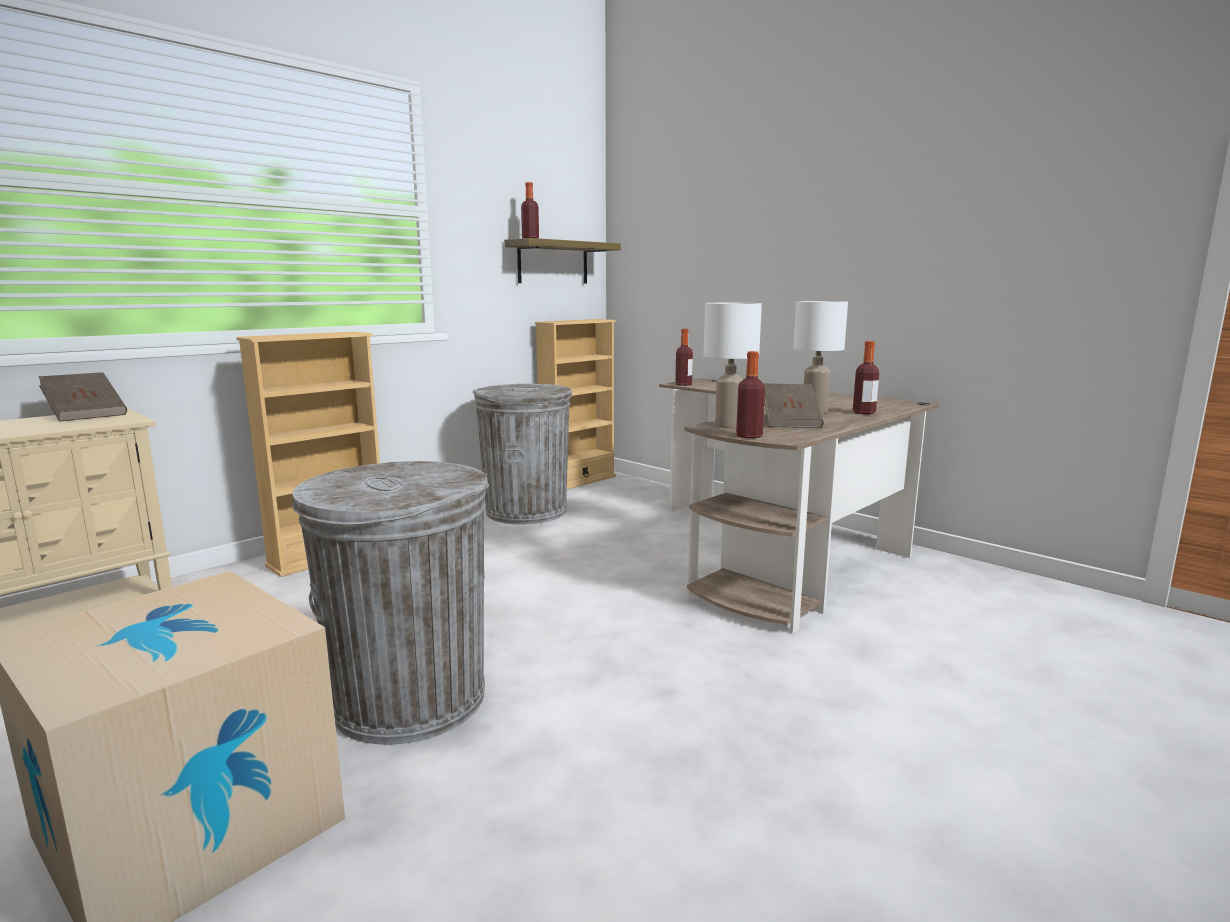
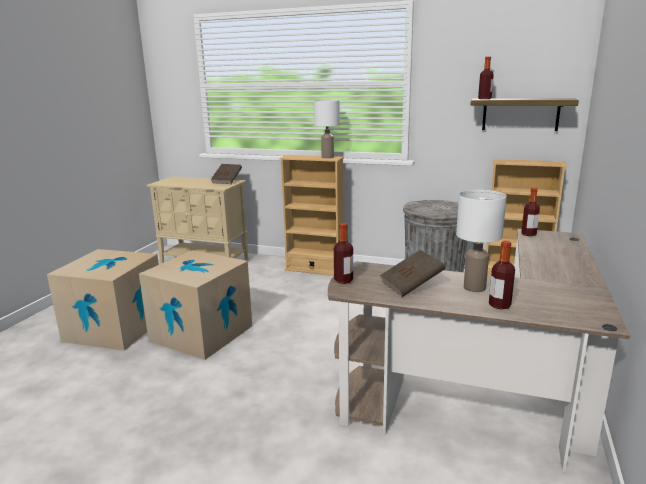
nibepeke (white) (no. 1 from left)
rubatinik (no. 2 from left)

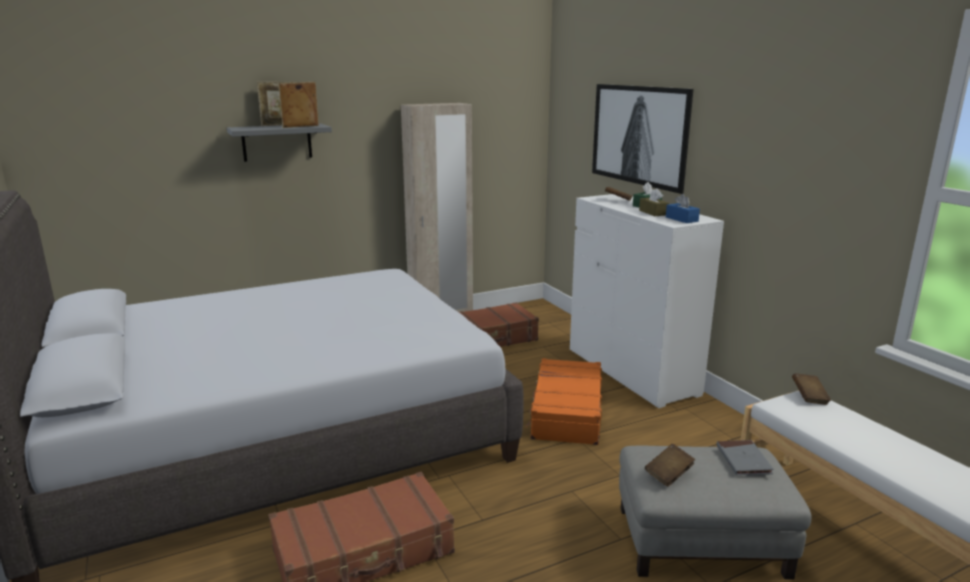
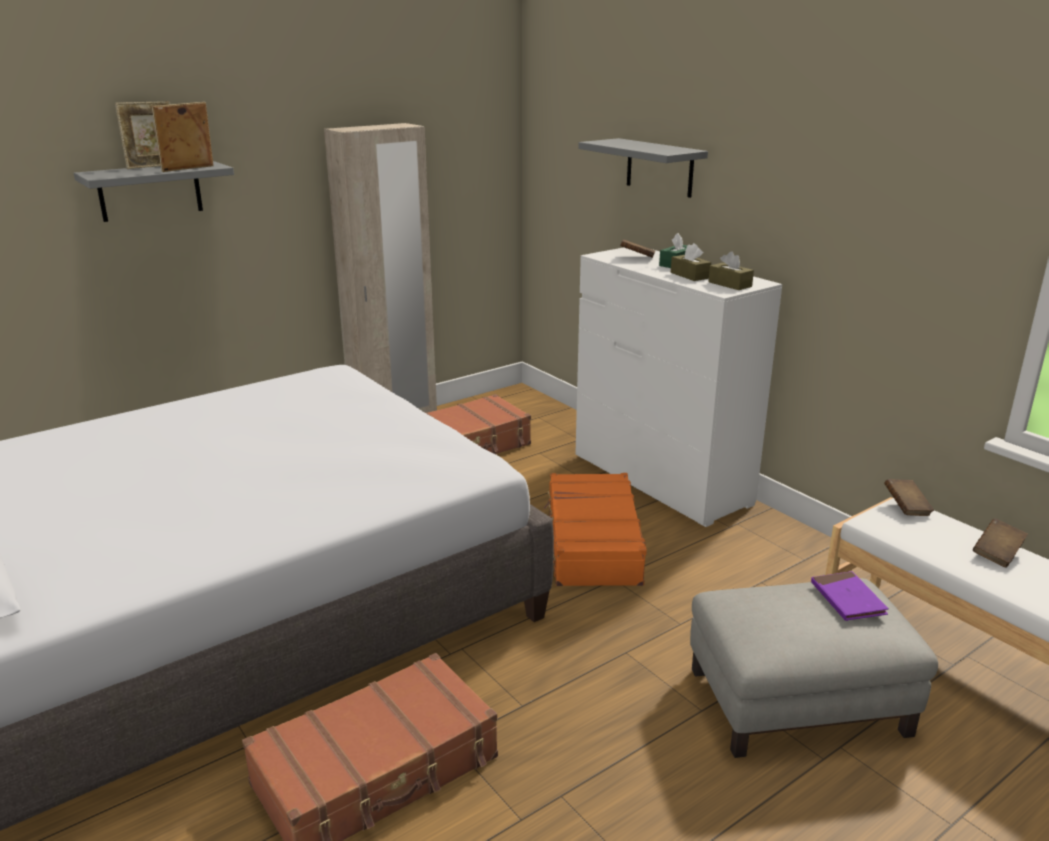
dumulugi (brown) (no. 3 from left)
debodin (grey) (no. 2 from left)
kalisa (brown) (no. 2 from left)
dumulugi (purple)

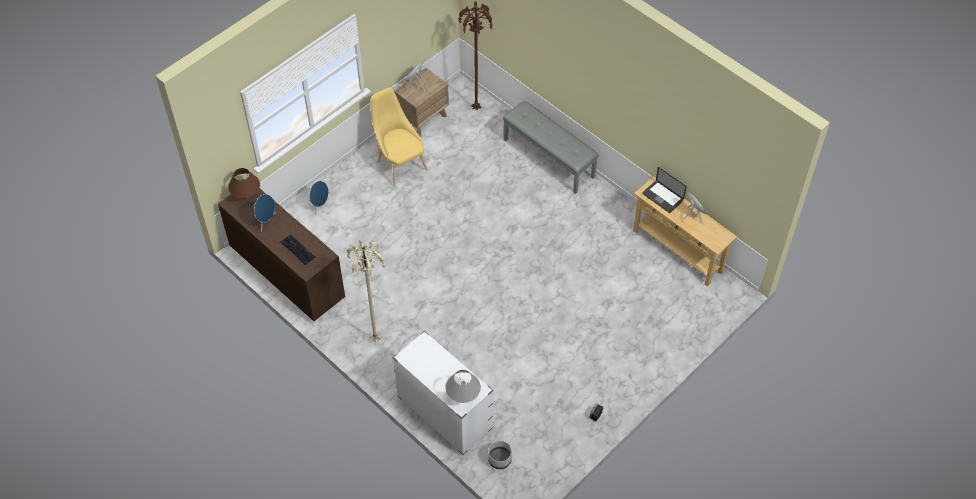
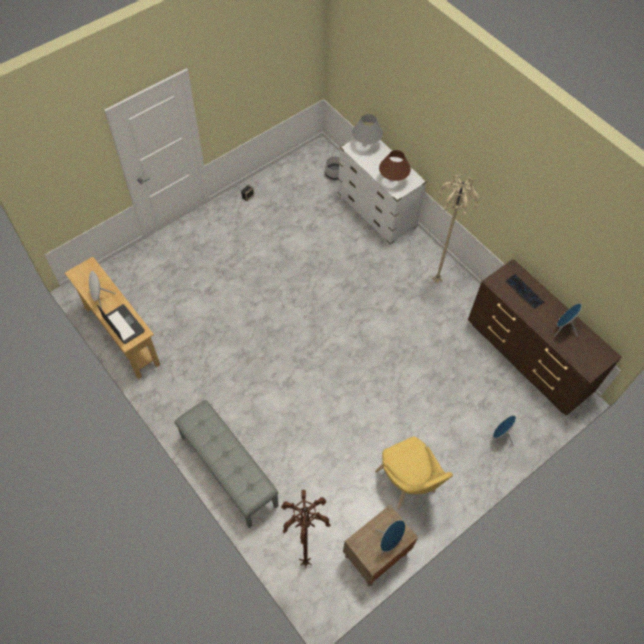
nibepeke (brown)

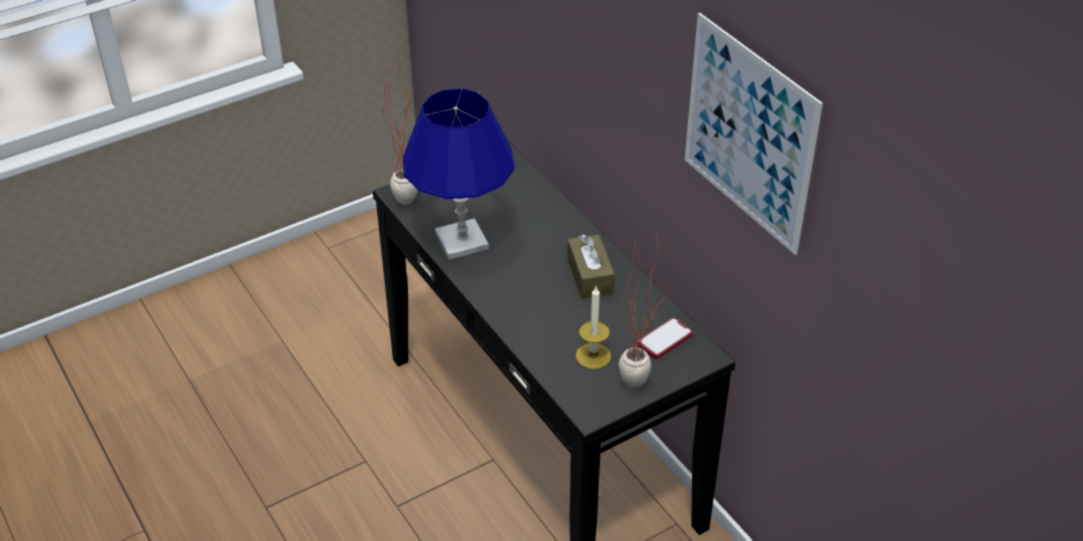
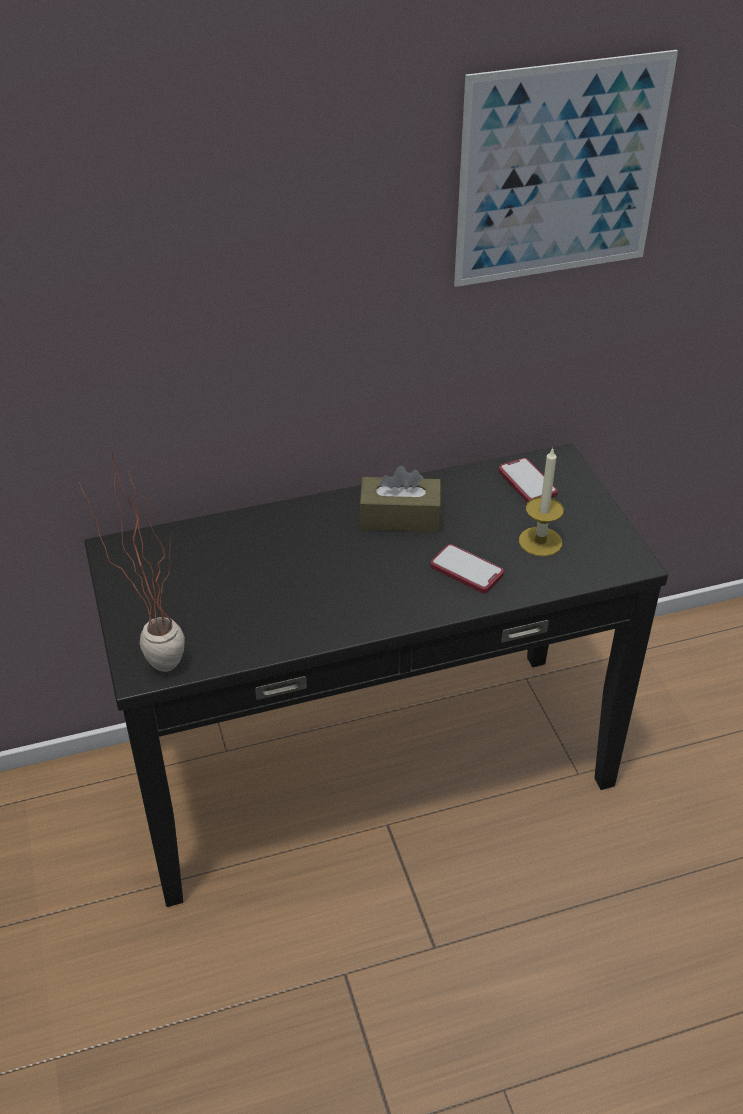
nibepeke (blue)
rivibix (no. 2 from left in the first image)
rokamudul (no. 1 from left)

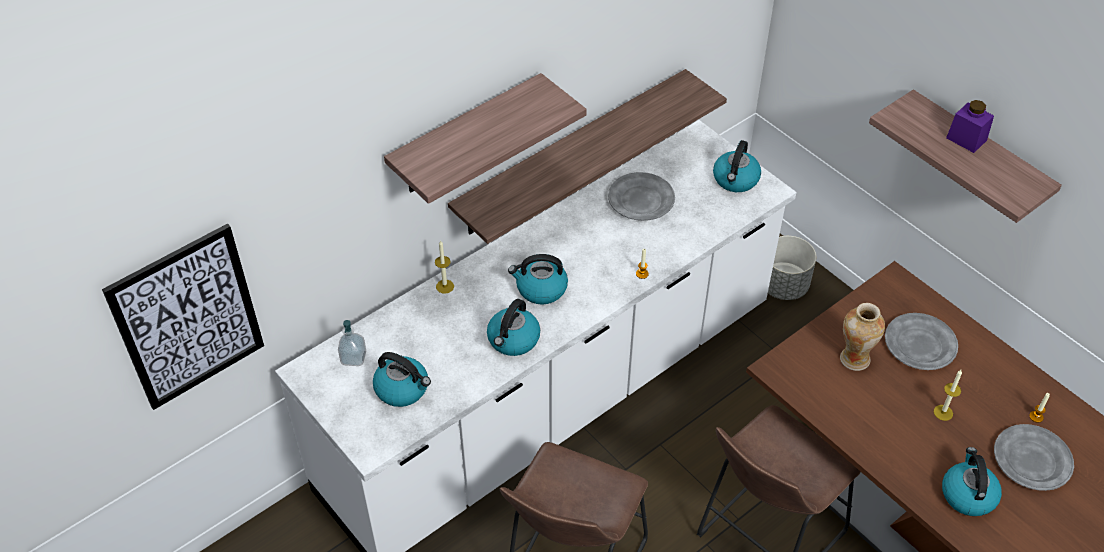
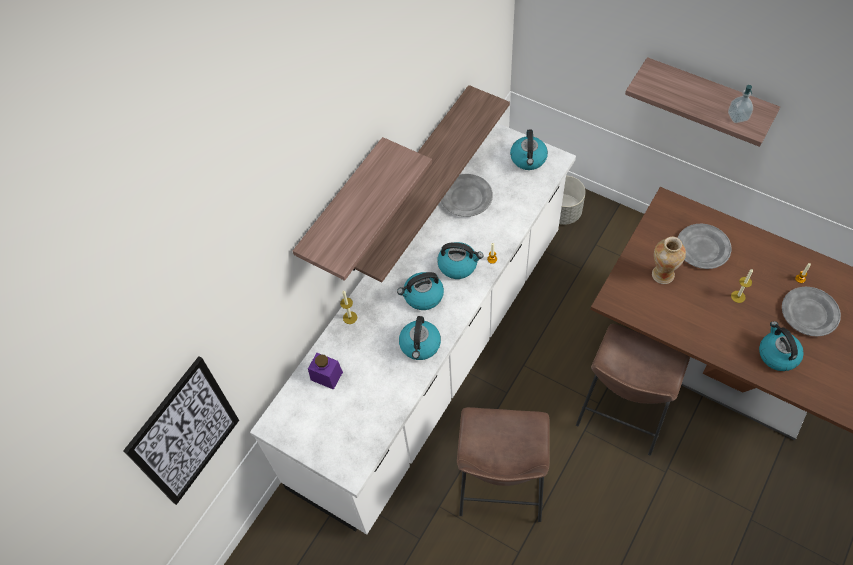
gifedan
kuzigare (no. 3 from left)
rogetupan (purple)

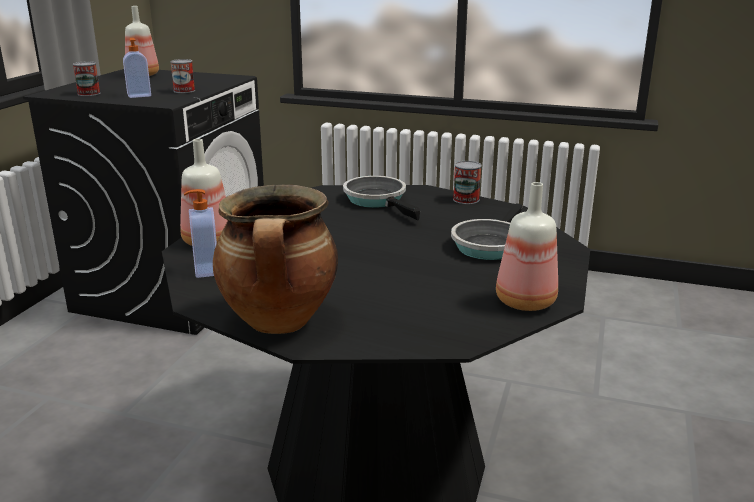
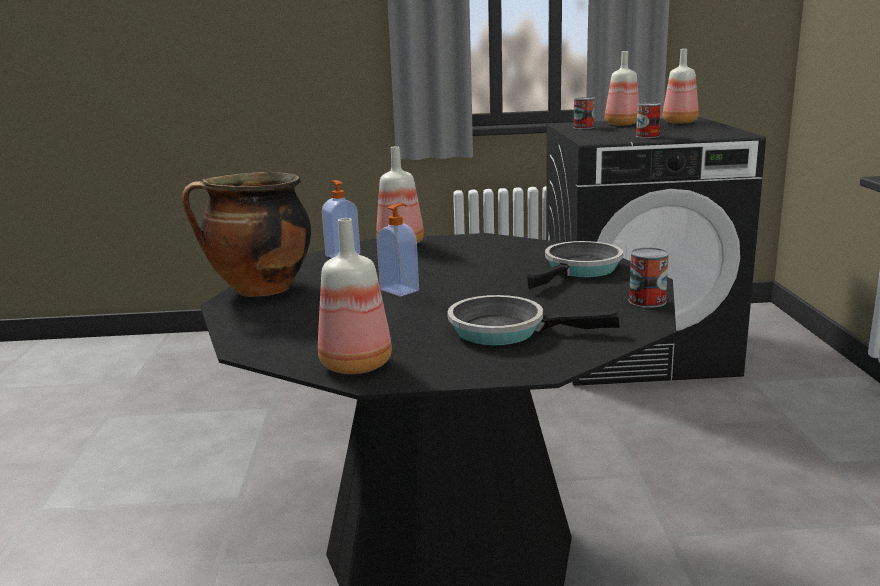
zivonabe (no. 3 from left)
gifedan (no. 2 from left)

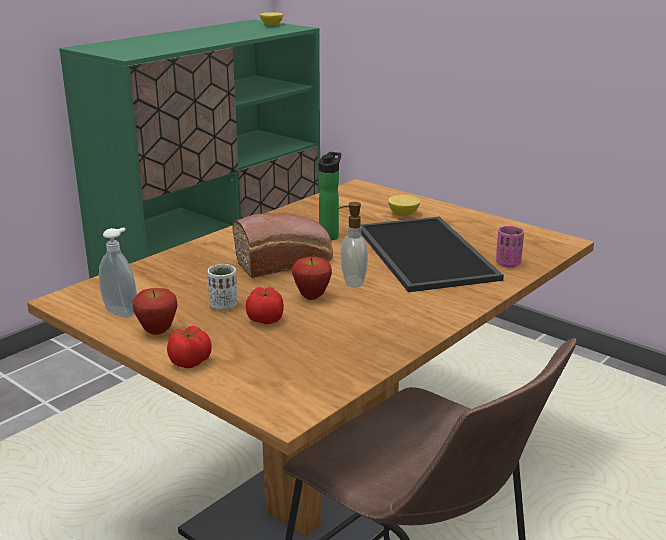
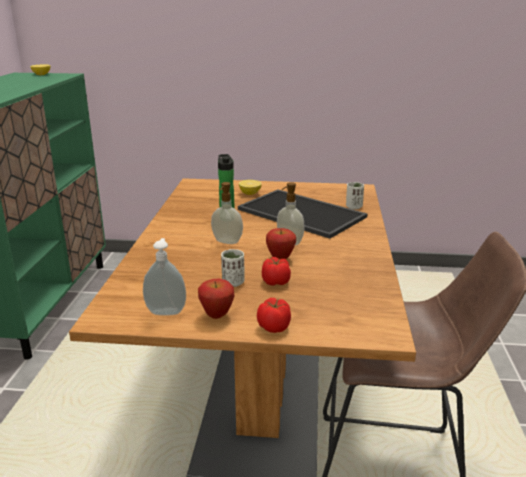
gifedan (no. 2 from left)
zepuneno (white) (no. 2 from left)

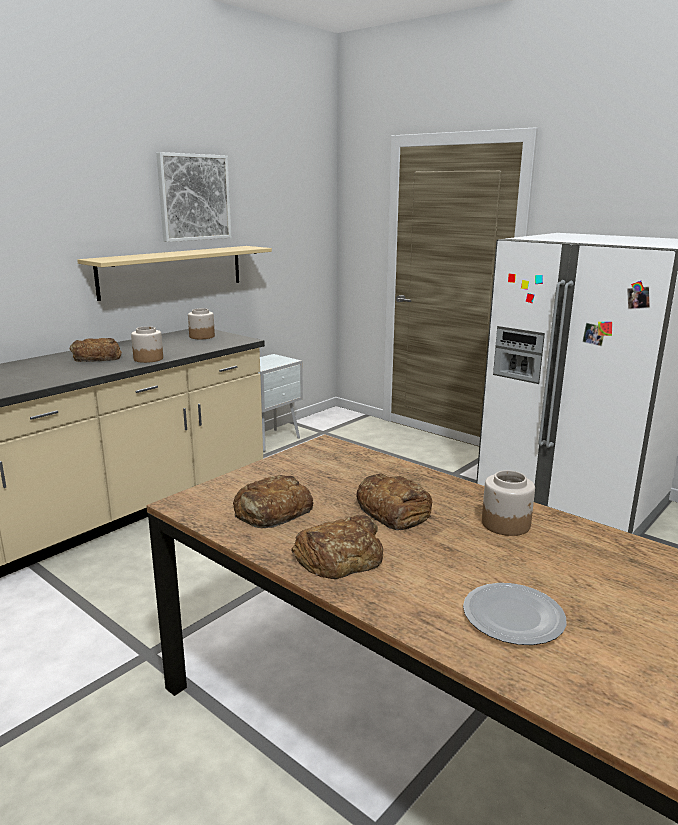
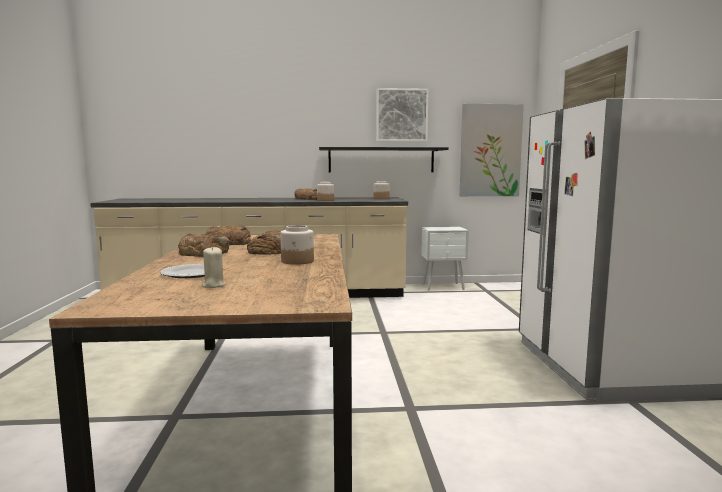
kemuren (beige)
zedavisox (no. 2 from left)
debodin (black)

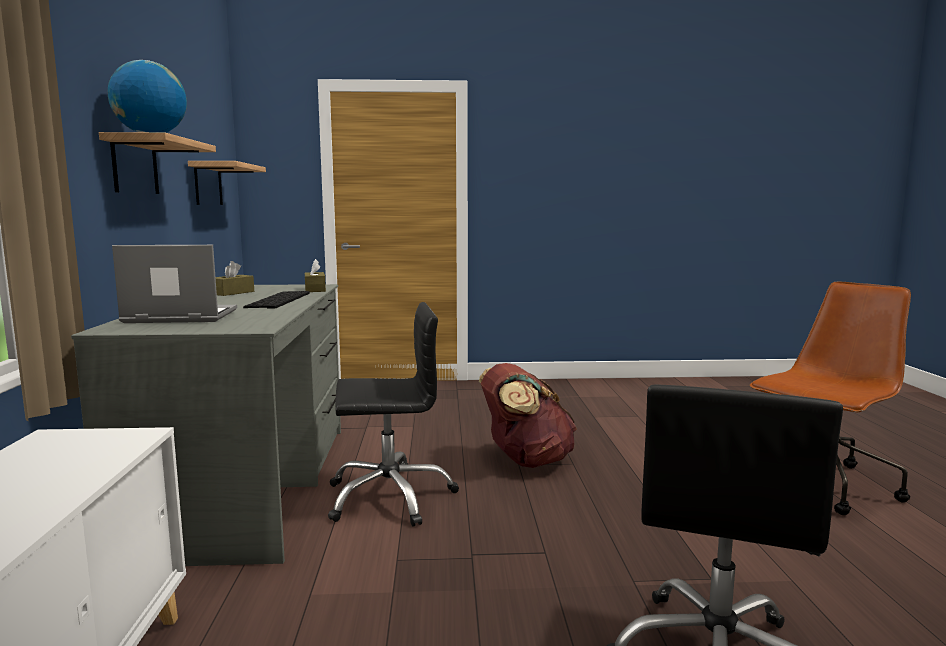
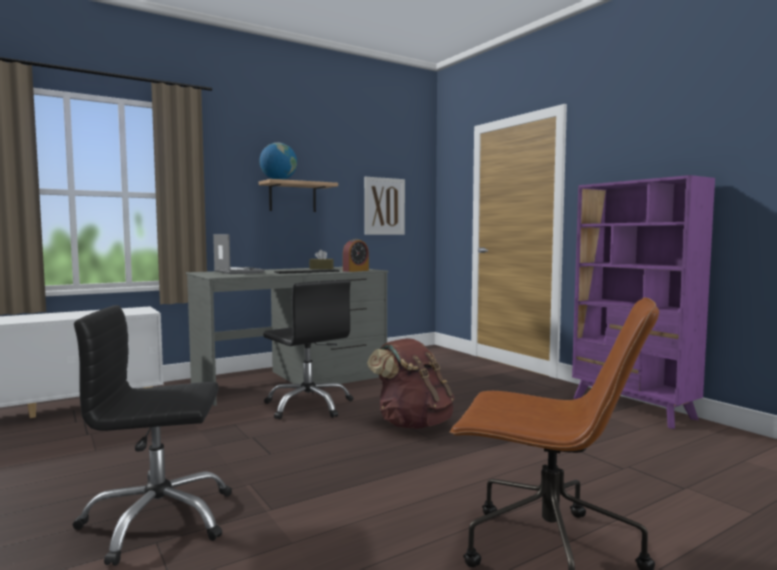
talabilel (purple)
zedavisox
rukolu

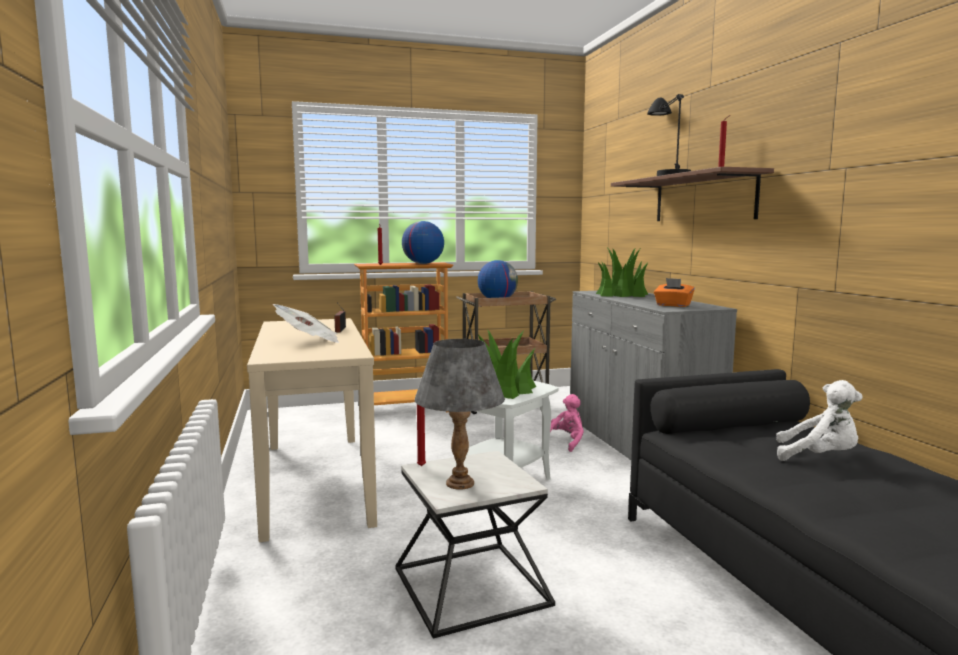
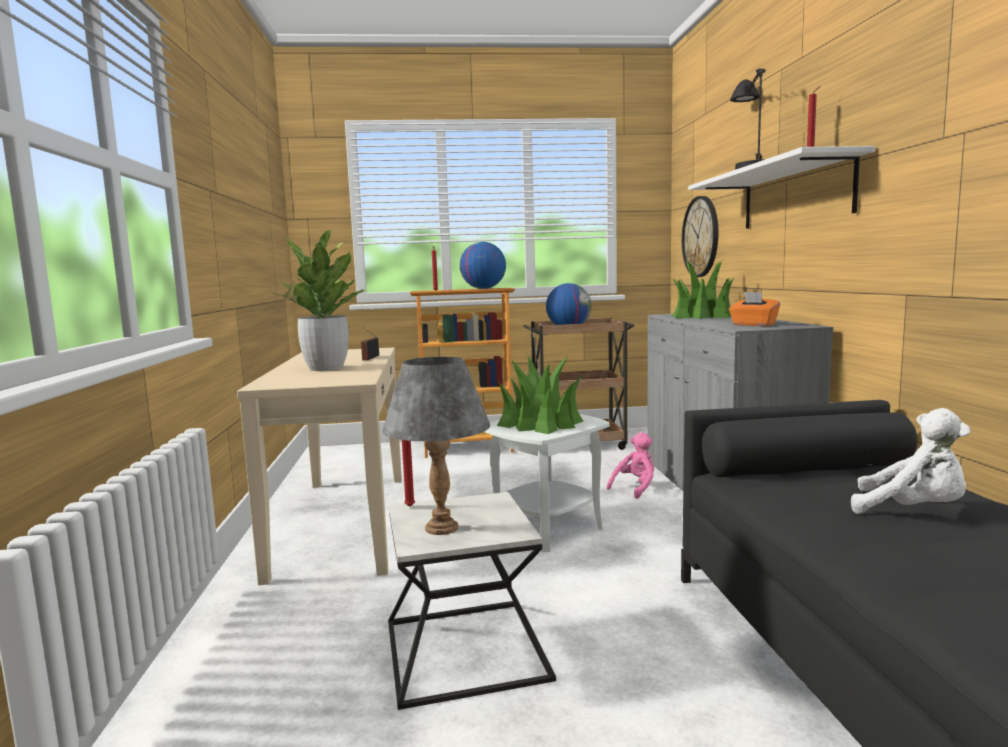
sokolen
rivibix (no. 1 from left)
debodin (white)

